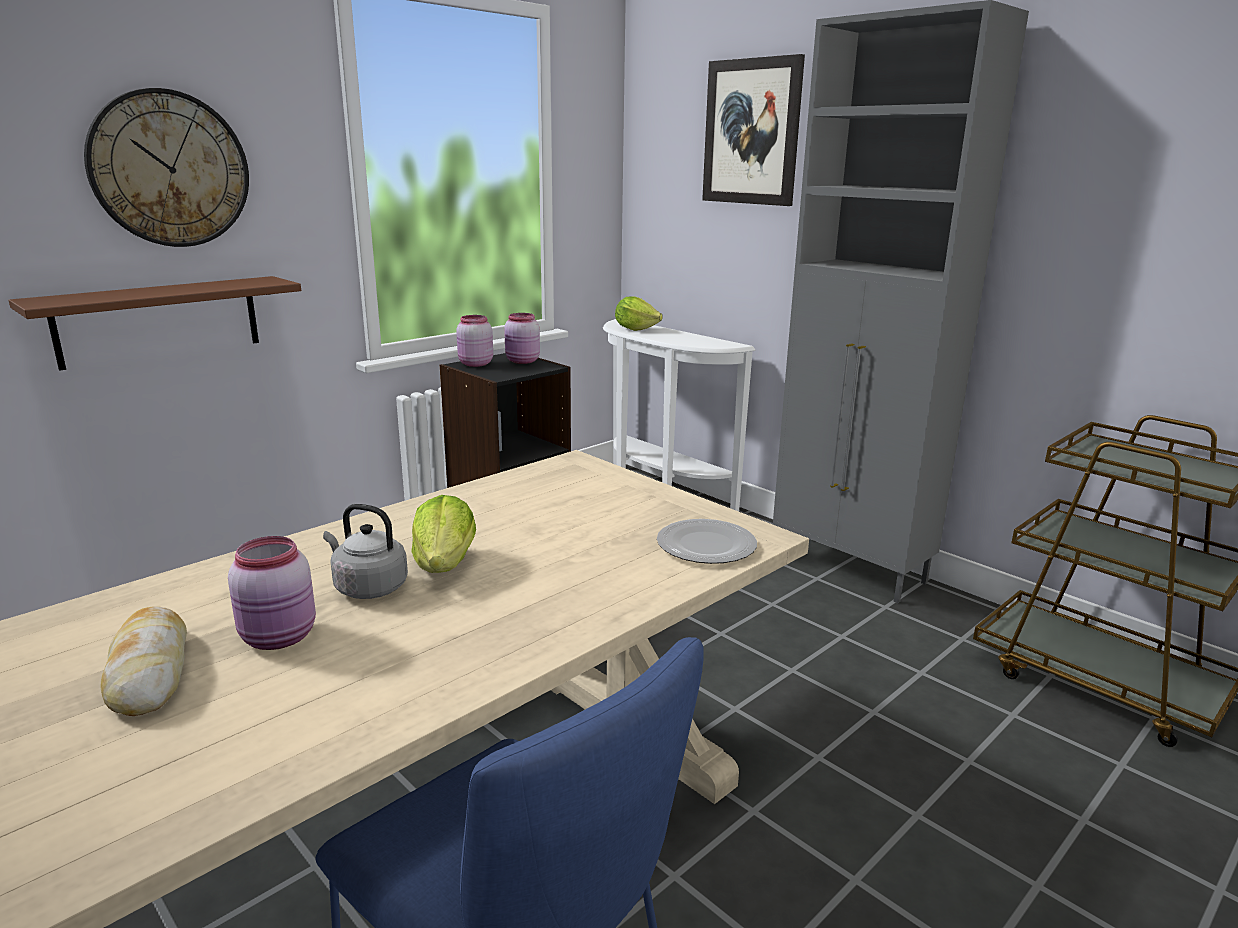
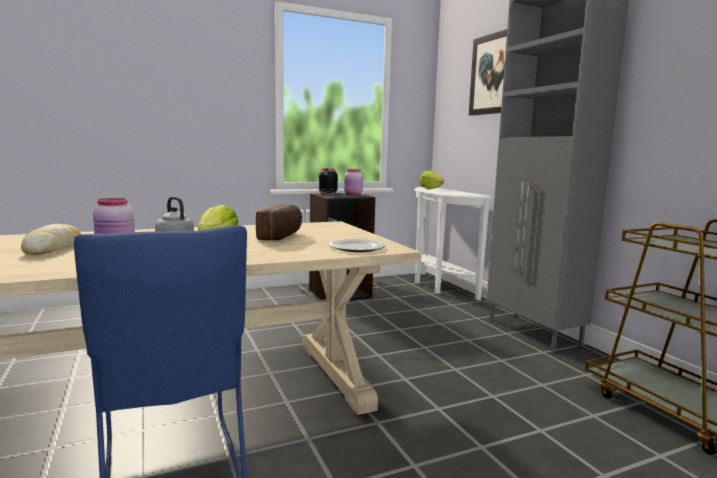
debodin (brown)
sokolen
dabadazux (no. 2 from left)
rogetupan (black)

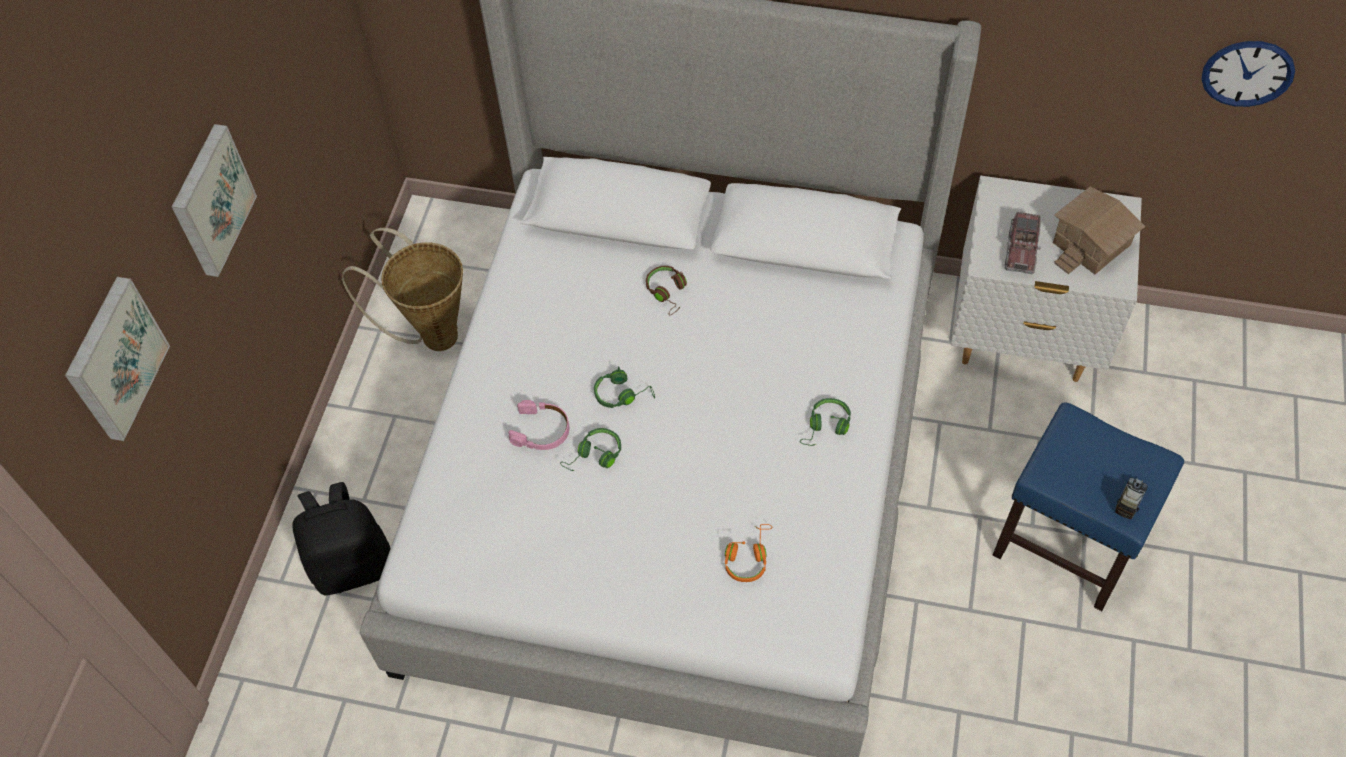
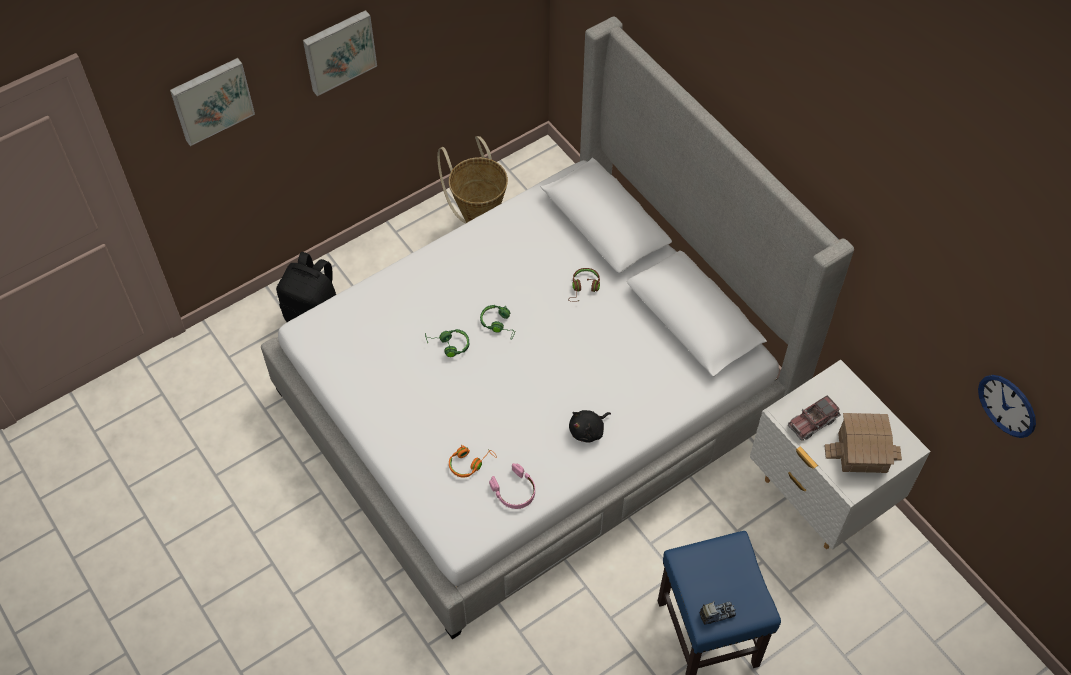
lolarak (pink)
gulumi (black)

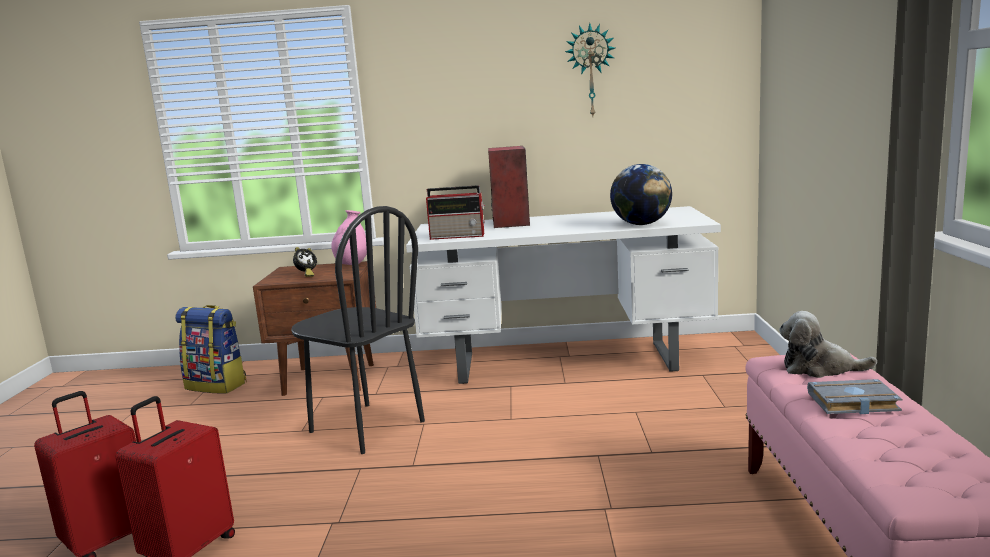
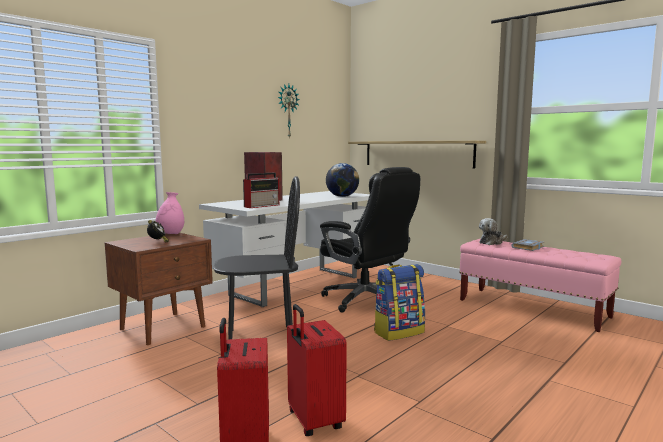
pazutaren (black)
debodin
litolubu

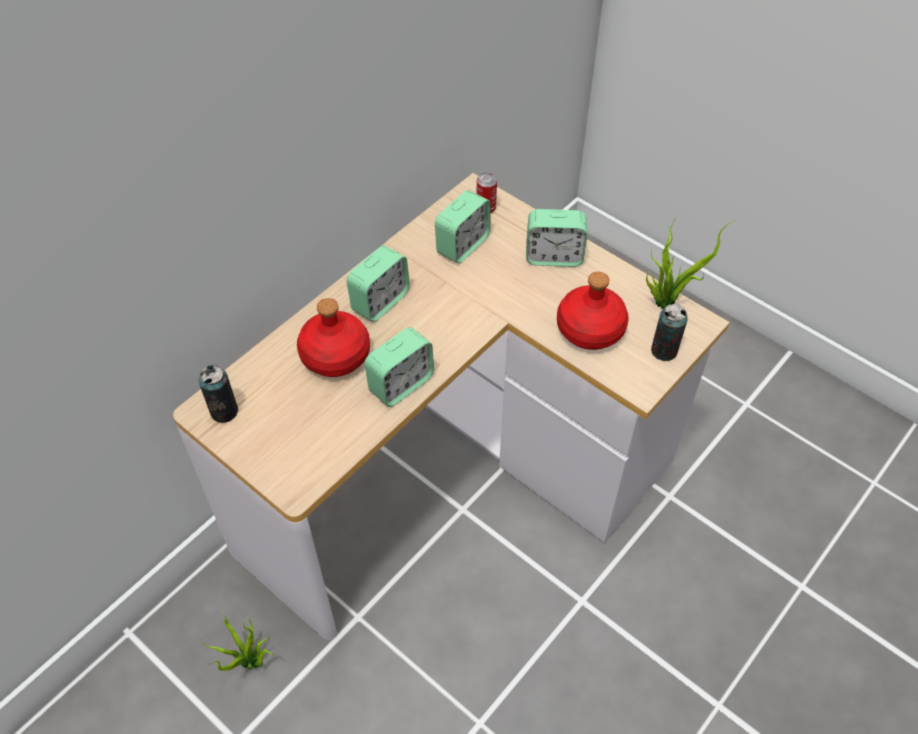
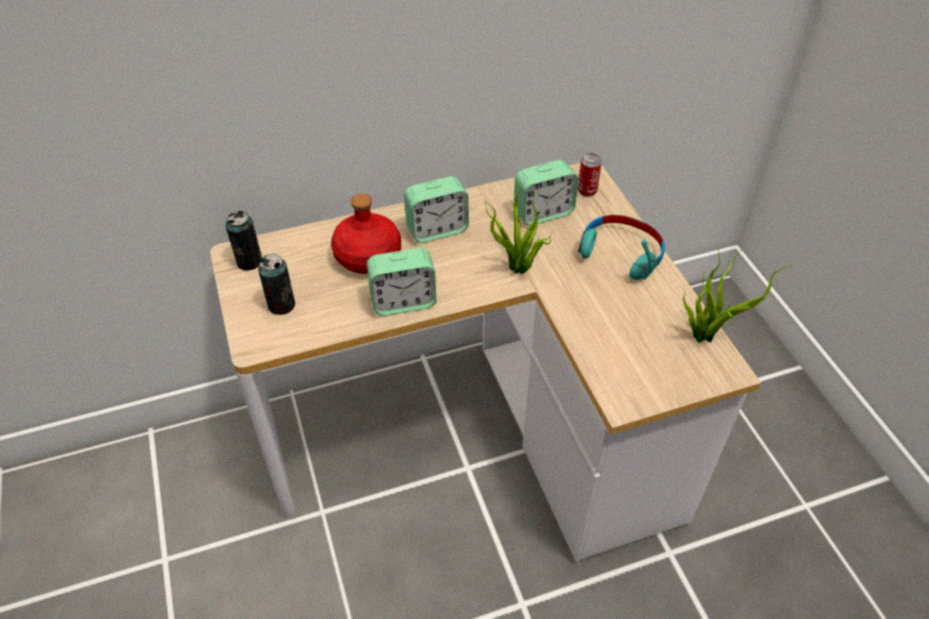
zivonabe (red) (no. 2 from left in the first image)
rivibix (no. 1 from left)
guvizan (no. 2 from left)
lolarak (turquoise)

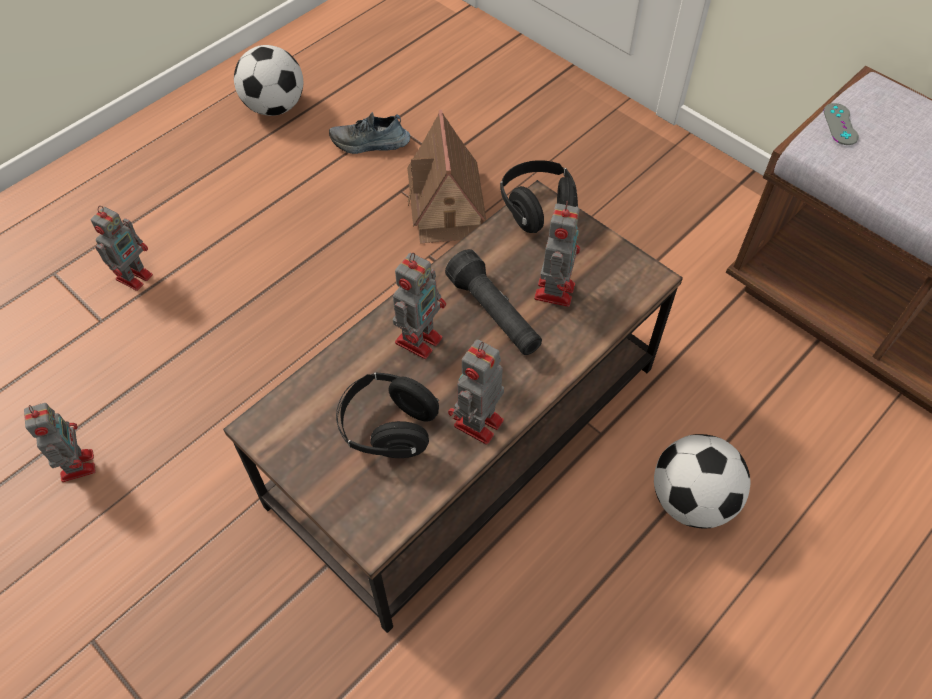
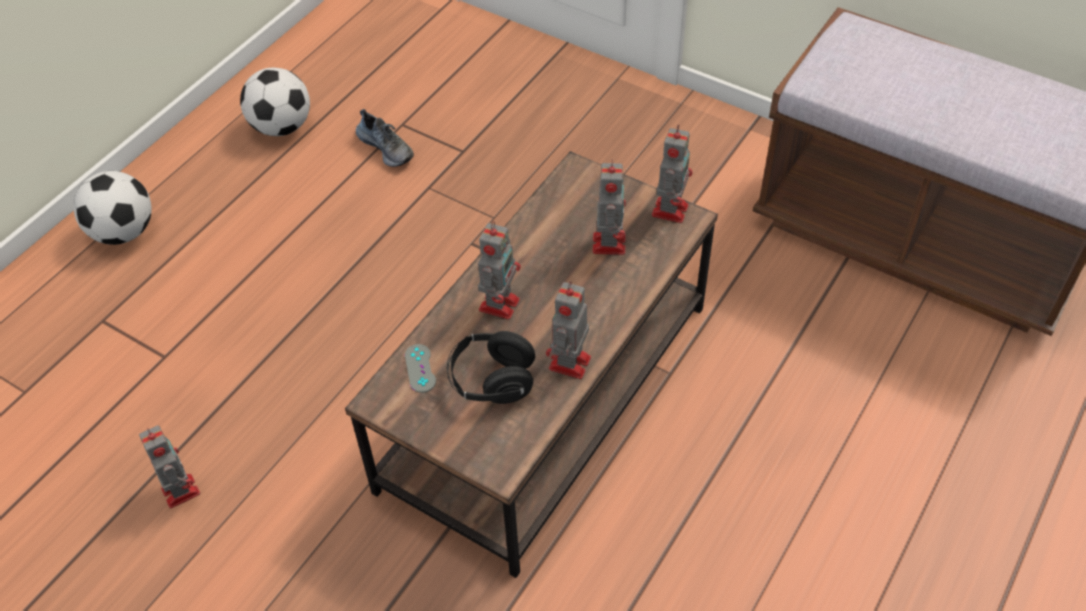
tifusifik
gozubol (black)
lolarak (black) (no. 2 from left in the first image)
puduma (no. 5 from left)
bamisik (no. 1 from left)
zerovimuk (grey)
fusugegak

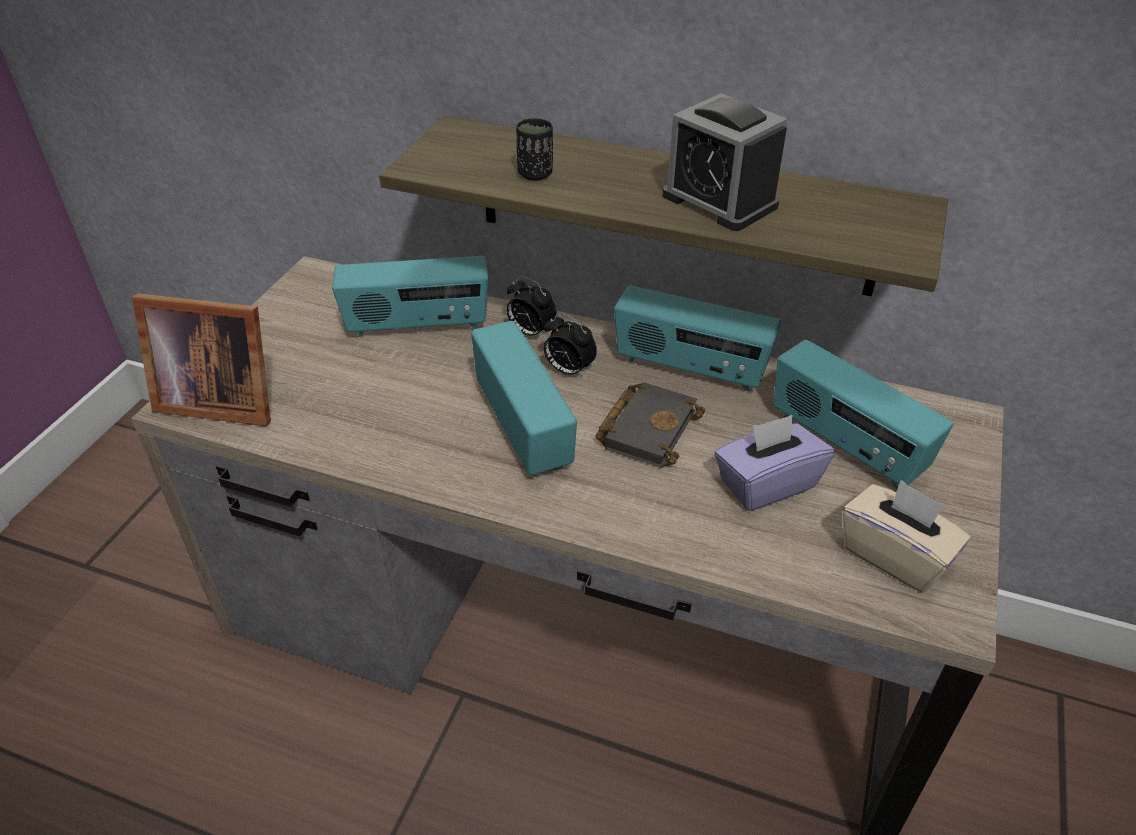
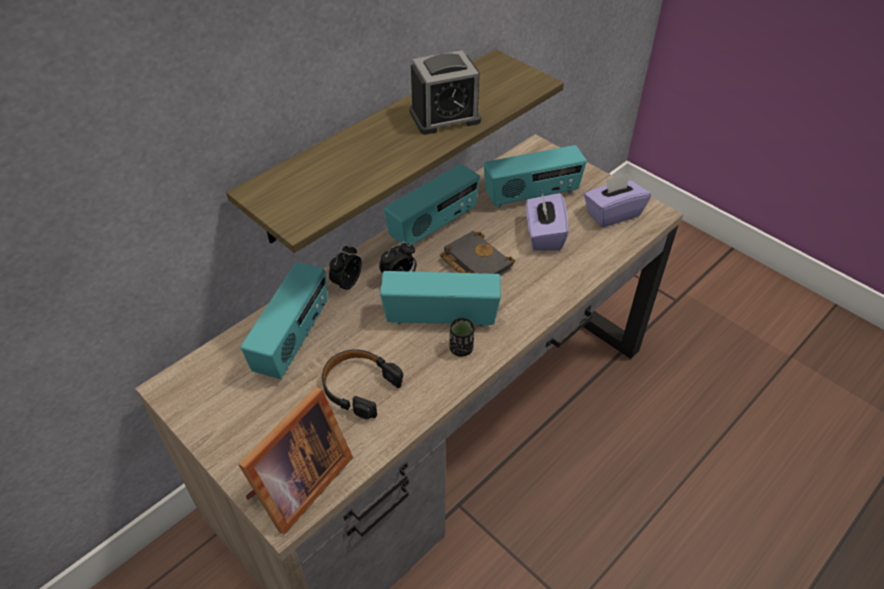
lolarak (black)
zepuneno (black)
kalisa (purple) (no. 2 from left)
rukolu (no. 1 from left)

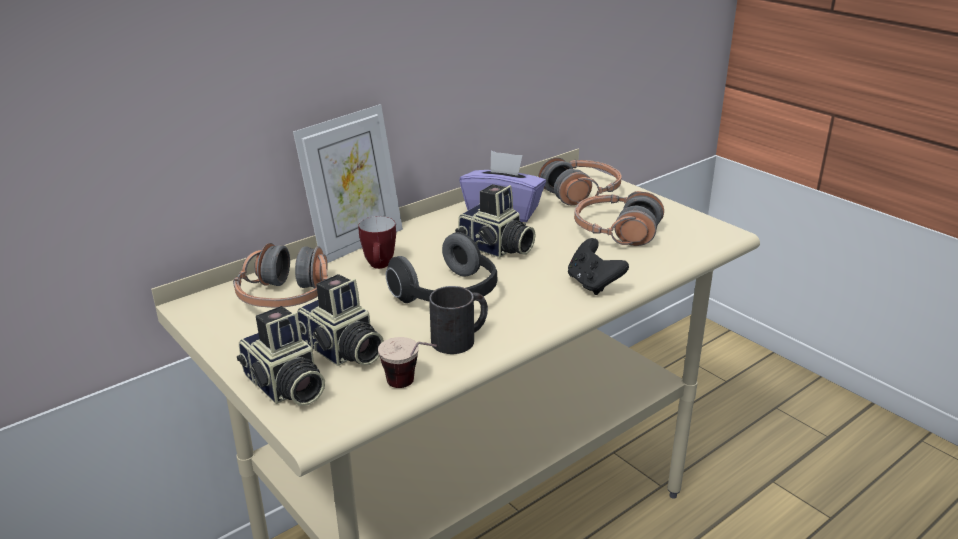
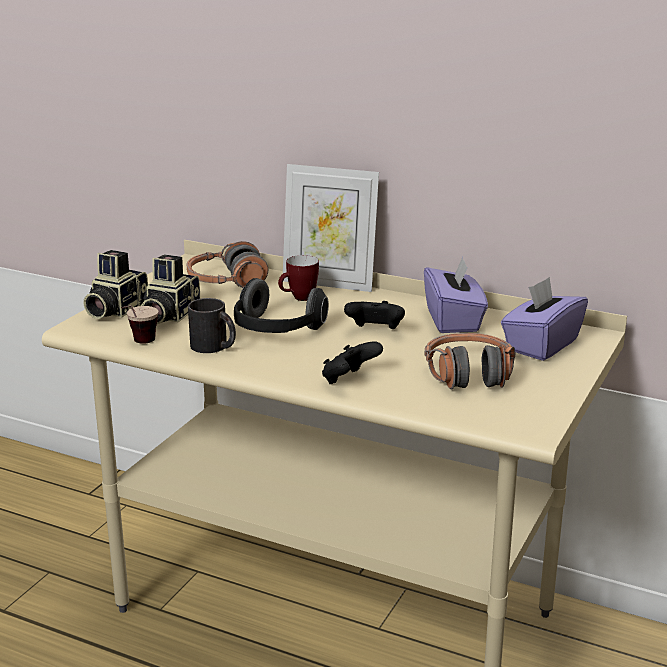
zerovimuk (black) (no. 2 from left)
kalisa (purple) (no. 2 from left)

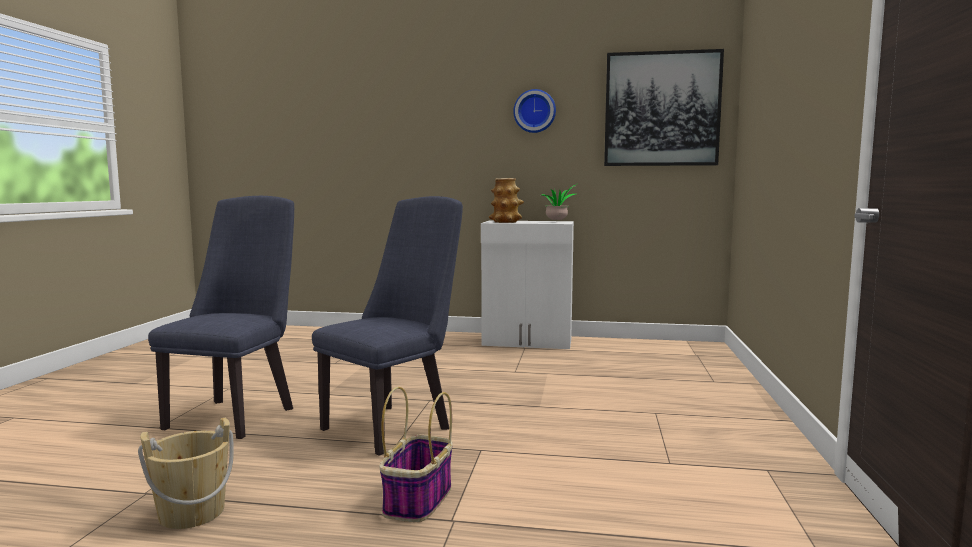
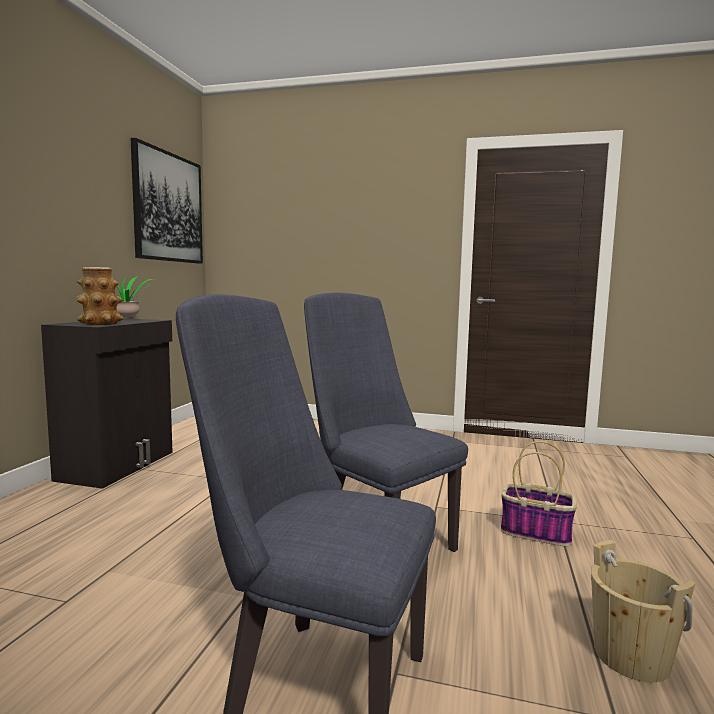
sokolen
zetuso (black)

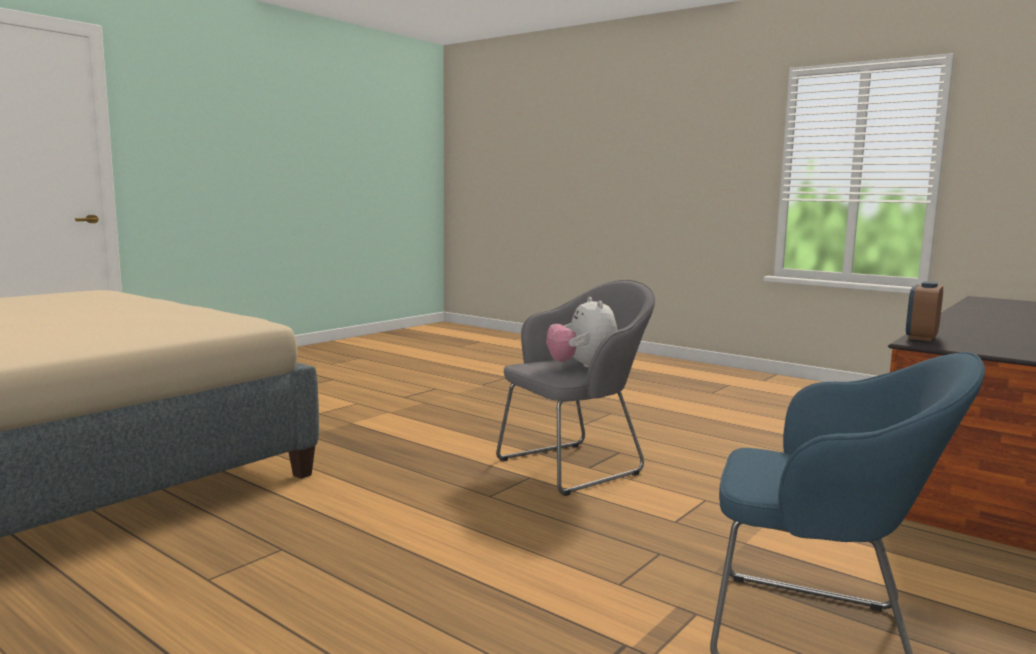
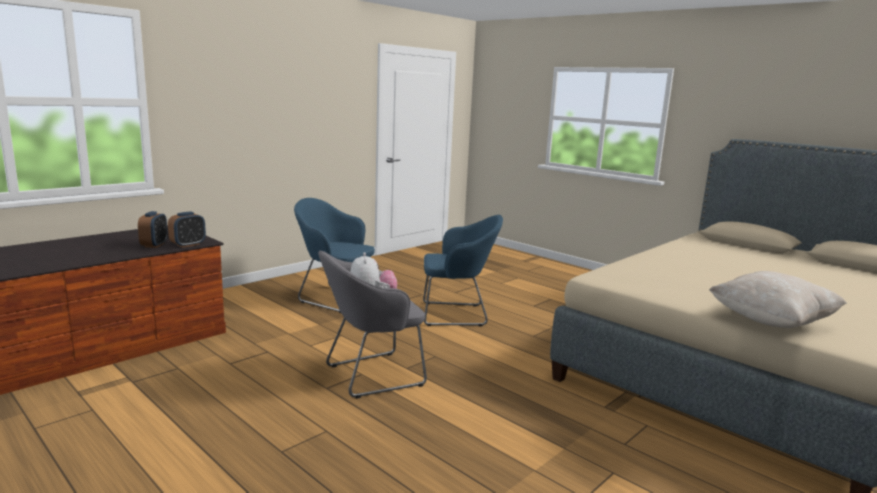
rukolu (no. 1 from left)
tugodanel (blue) (no. 2 from left)
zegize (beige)

